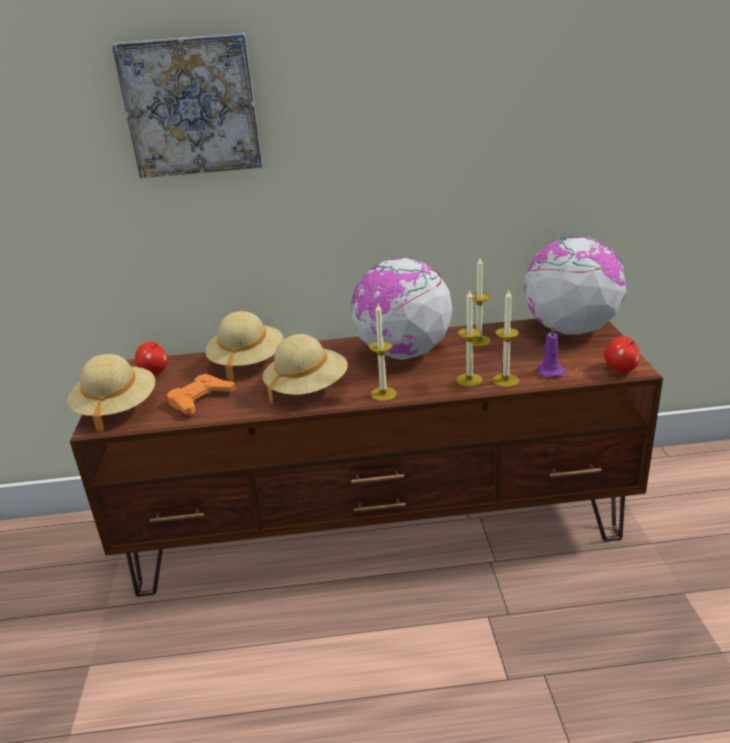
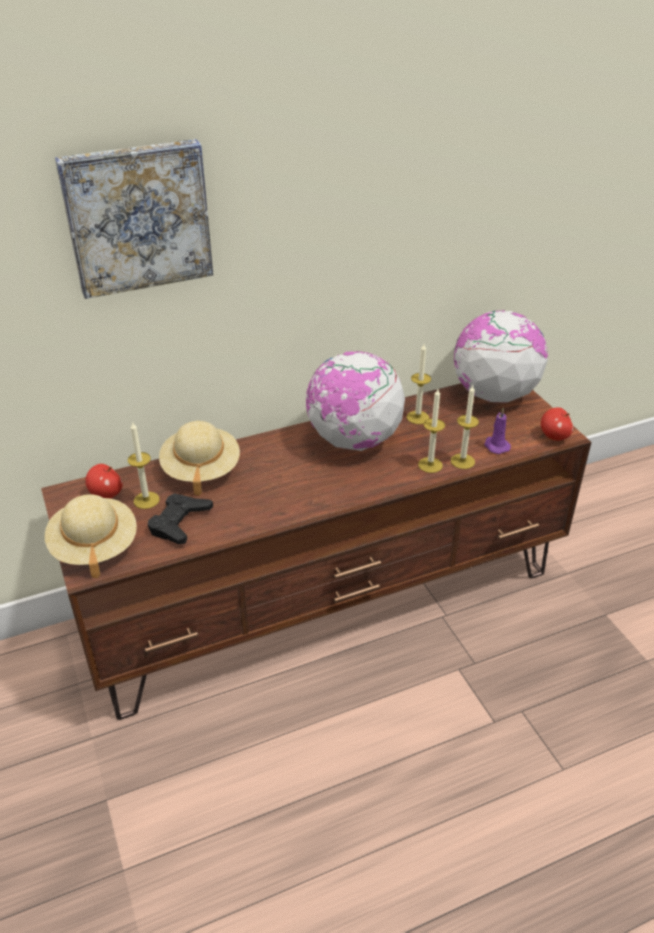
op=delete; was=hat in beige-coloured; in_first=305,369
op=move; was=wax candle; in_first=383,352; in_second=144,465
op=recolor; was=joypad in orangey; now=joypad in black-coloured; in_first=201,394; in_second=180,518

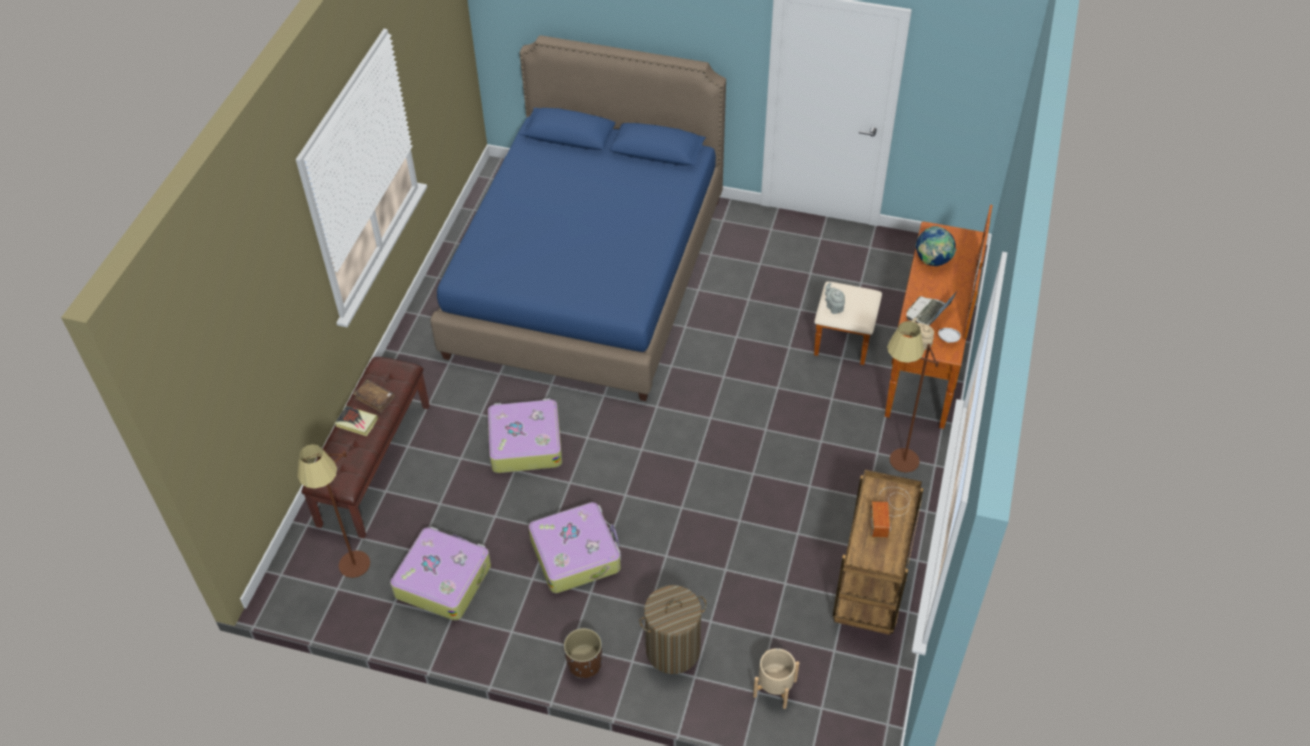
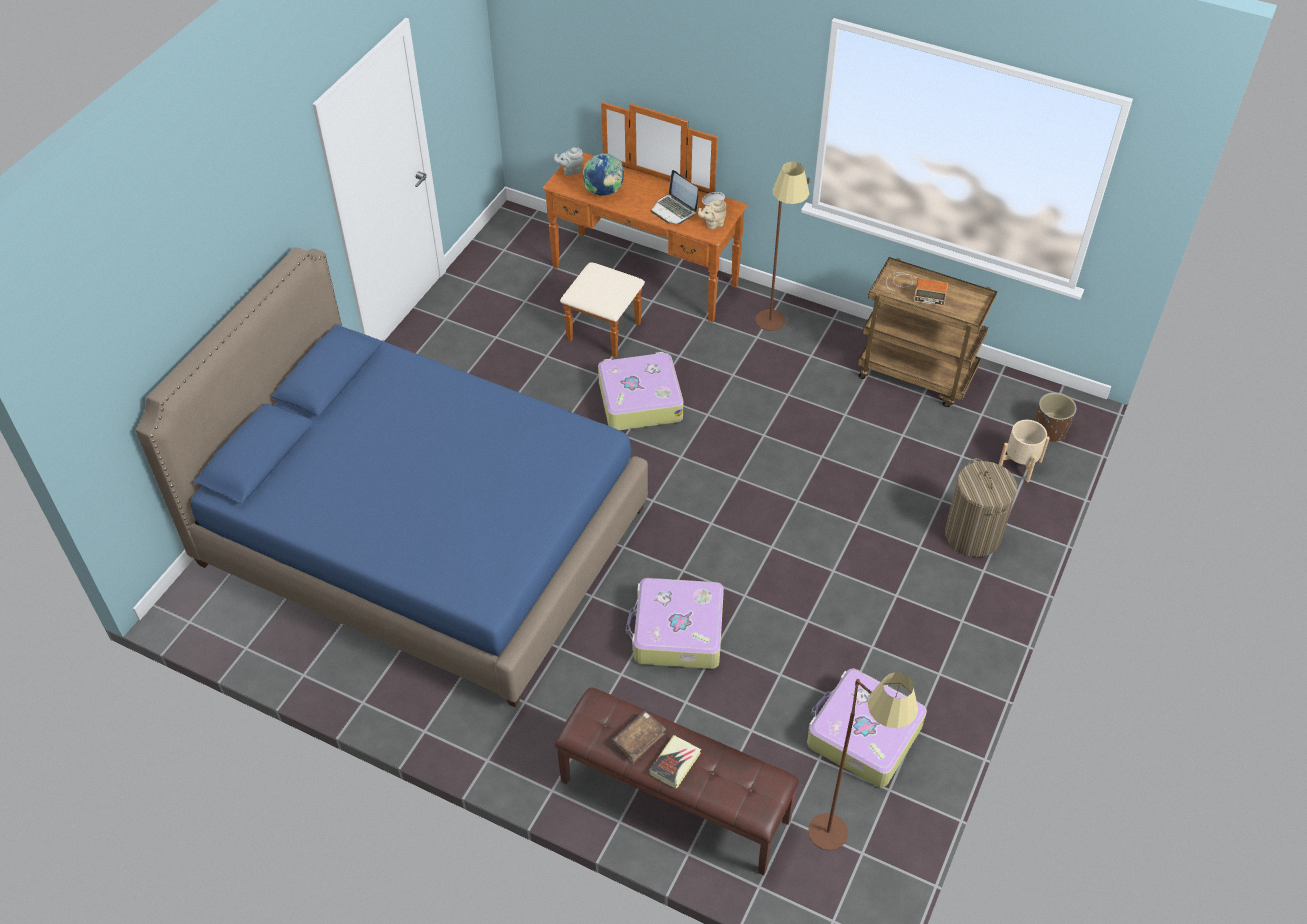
op=move; was=suitcase; in_first=575,547; in_second=640,391
op=move; was=flower pot in brown-coloured; in_first=583,653; in_second=1055,417
op=move; was=teapot in grey; in_first=835,298; in_second=569,161

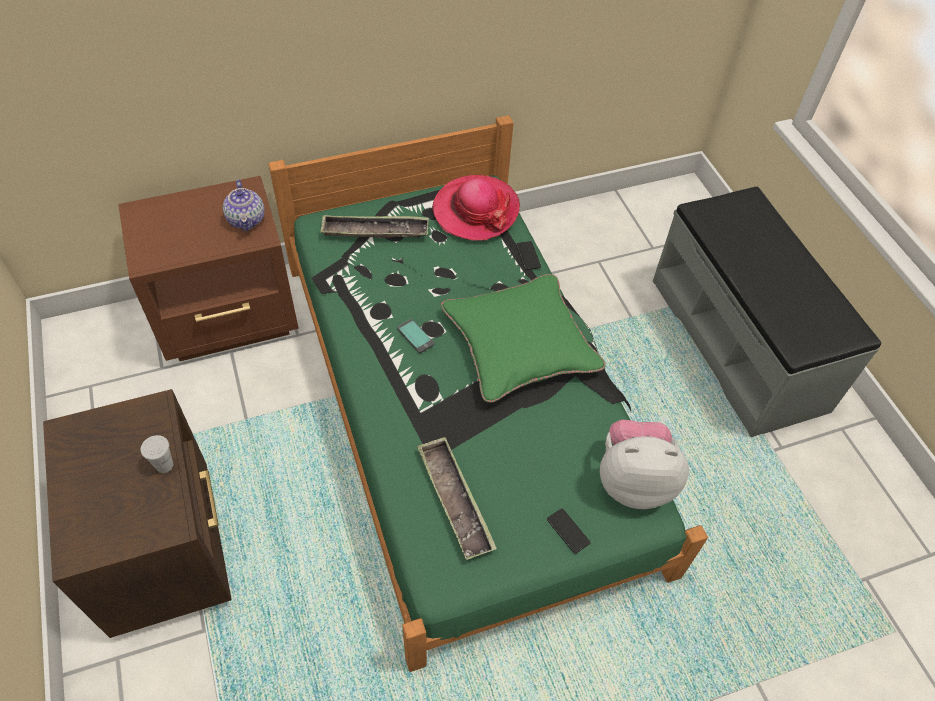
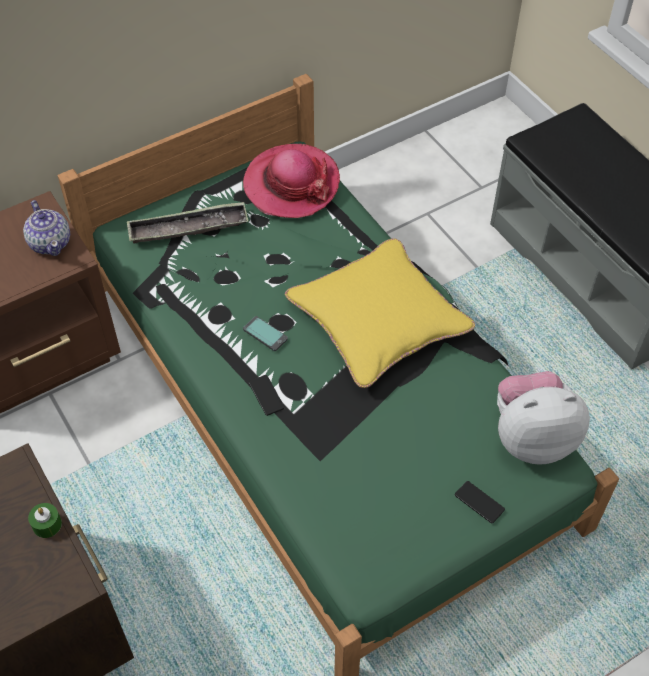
op=delete; was=tray; in_first=457,498
op=move; was=phone; in_first=528,255; in_second=267,395
op=replace; was=small cup in white; now=wax candle in green; in_first=157,454; in_second=45,520
op=recolor; was=throw pillow in green; now=throw pillow in yellowish; in_first=523,338; in_second=380,313

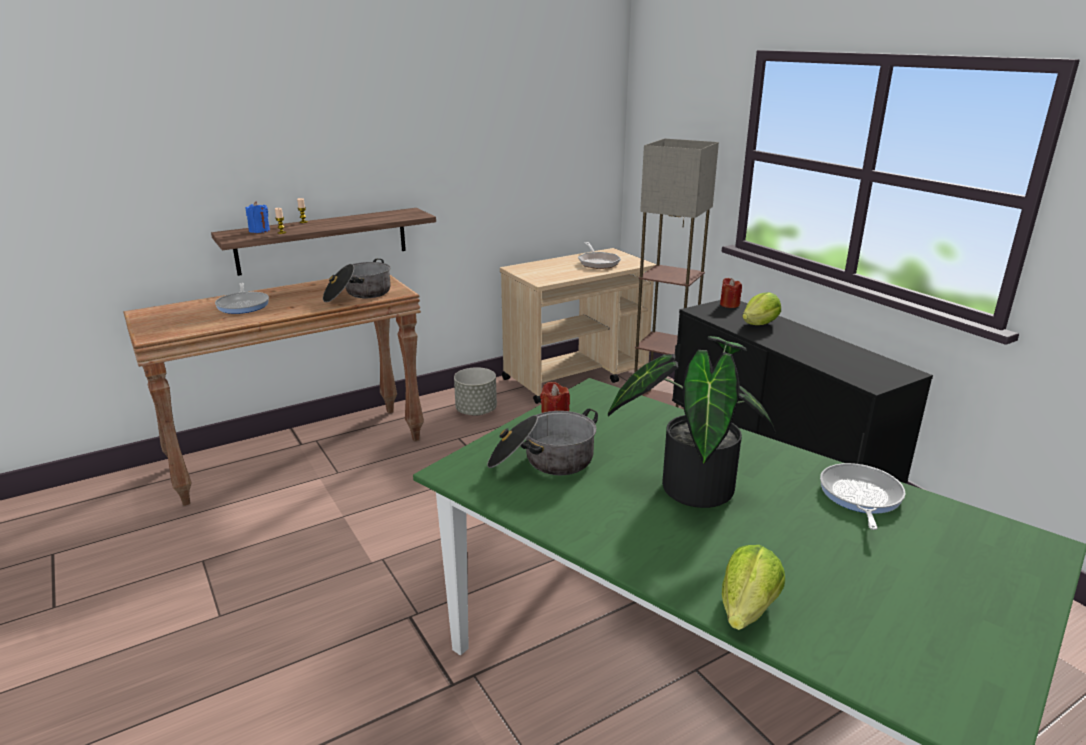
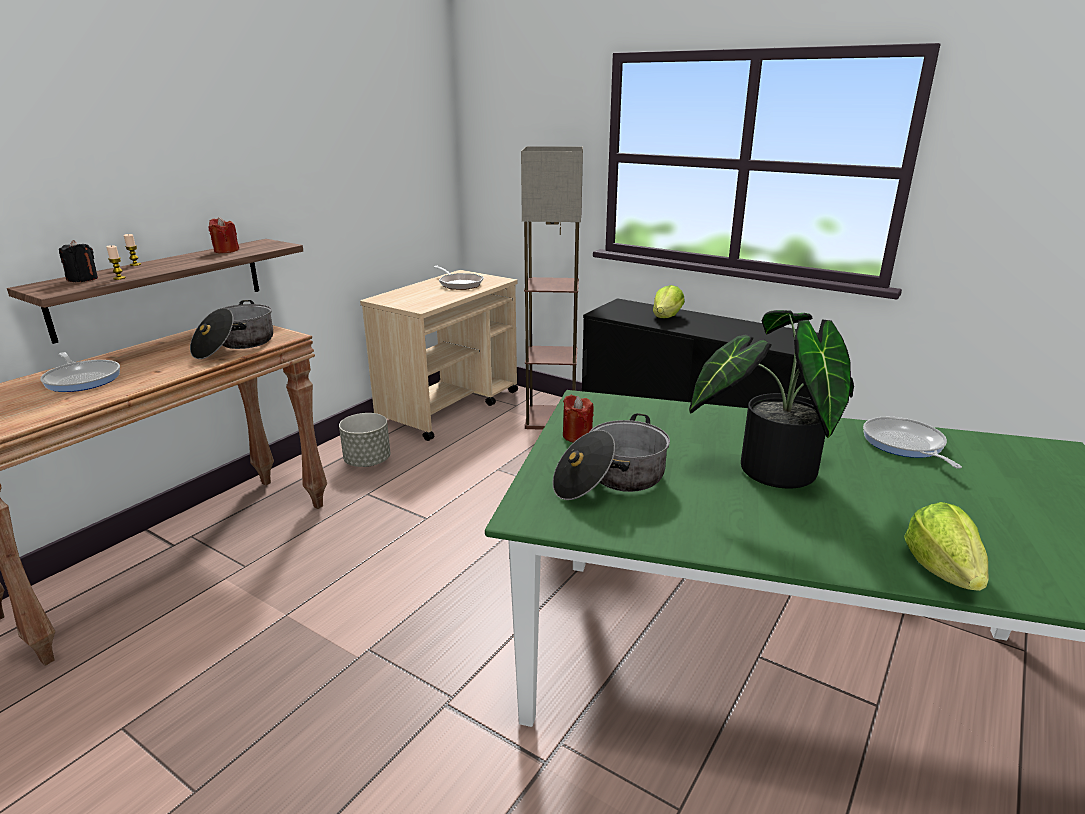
op=move; was=wax candle in reddish; in_first=731,293; in_second=223,235
op=recolor; was=wax candle in blue-coloured; now=wax candle in black-coloured; in_first=258,217; in_second=78,261

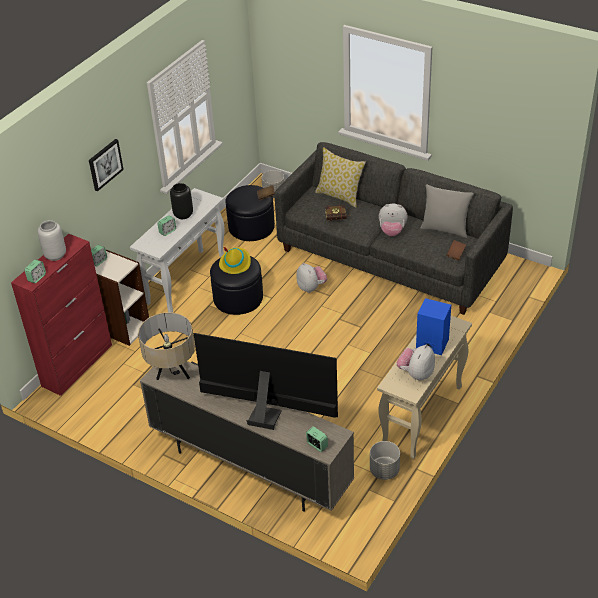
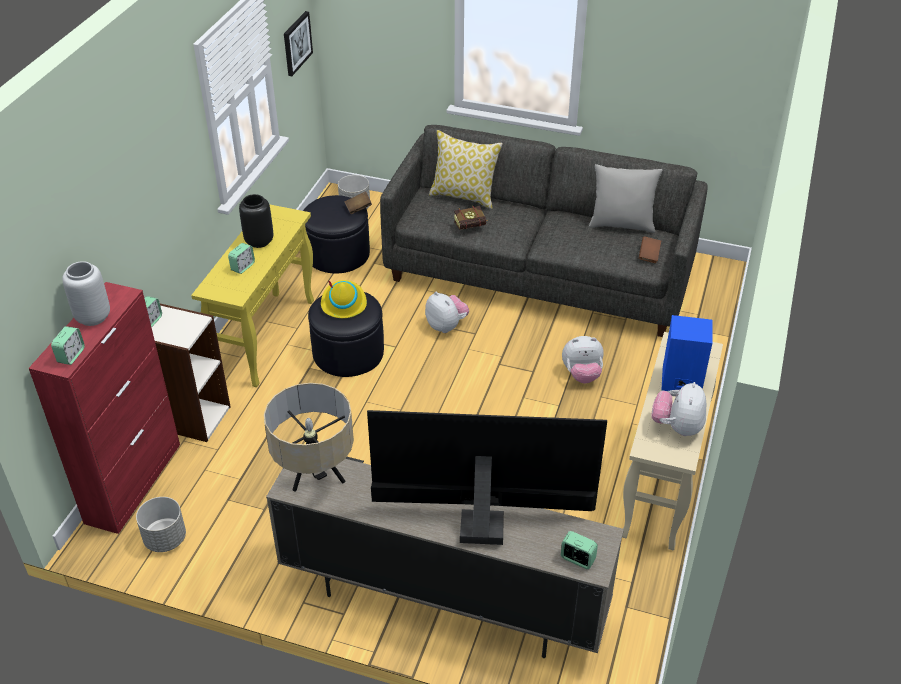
op=move; was=wall art; in_first=106,165; in_second=298,43
op=move; was=flower pot in grey; in_first=385,460; in_second=161,524
op=move; was=plush toy; in_first=393,220; in_second=583,359
op=recolor; was=hall table in white; now=hall table in yellowish; in_first=177,250; in_second=252,295

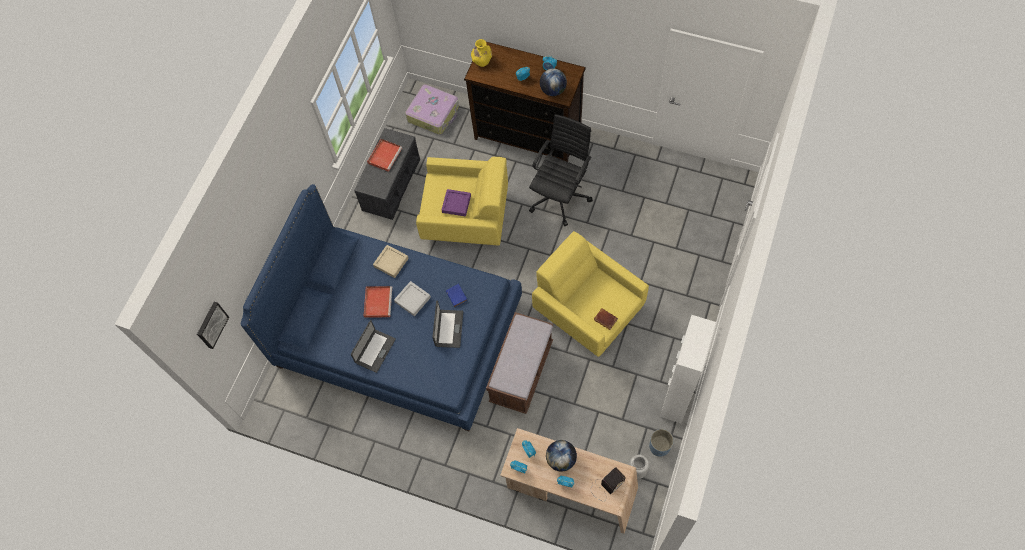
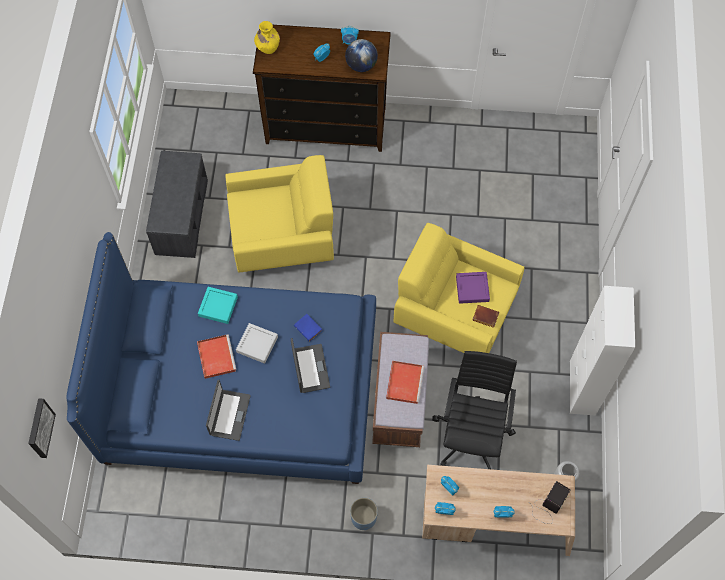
op=delete; was=suitcase; in_first=432,109
op=delete; was=globe; in_first=561,456
op=move; was=tray in reddish; in_first=384,155; in_second=405,382
op=move; was=tray in purplish; in_first=456,203; in_second=473,288
op=move; was=computer chair in black-coloured; in_first=561,170; in_second=474,410
op=move; was=flower pot in blue-coloured; in_first=661,443; in_second=364,514
op=recolor; was=tray in beige-coloured; now=tray in blue-green; in_first=391,261; in_second=218,305

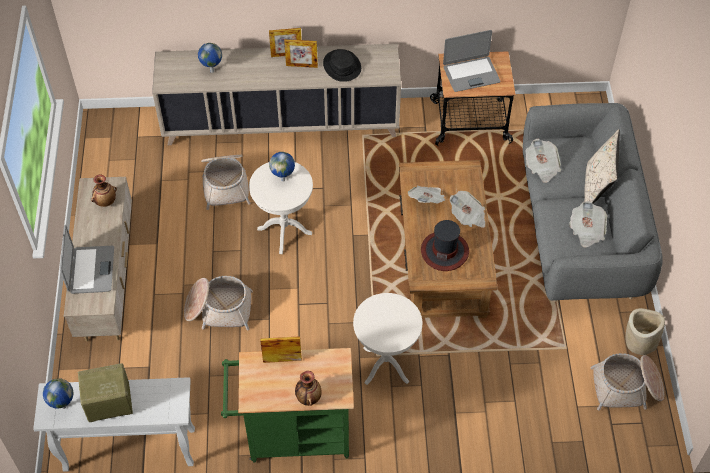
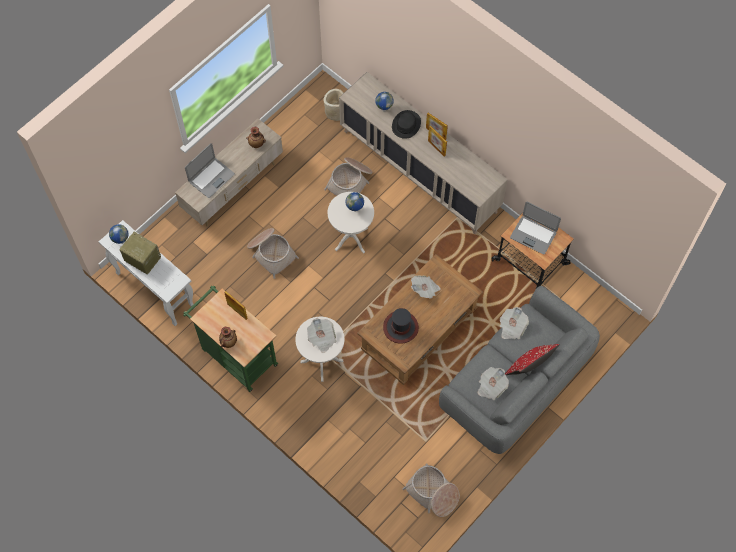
op=move; was=hat in black-coloured; in_first=342,65; in_second=406,124
op=move; was=printed paper; in_first=467,209; in_second=322,335
op=move; was=flower pot in beige-coloured; in_first=645,331; in_second=333,105
op=recolor; was=throw pillow in beige-coloured; now=throw pillow in reddish; in_first=602,166; in_second=532,359

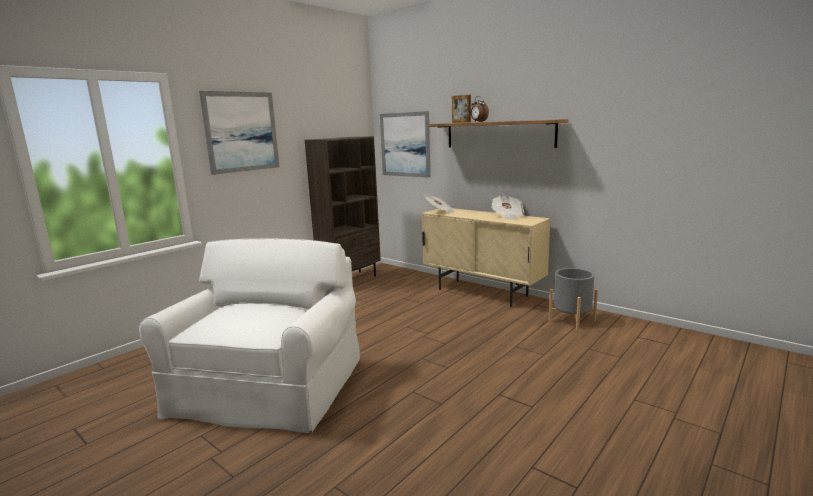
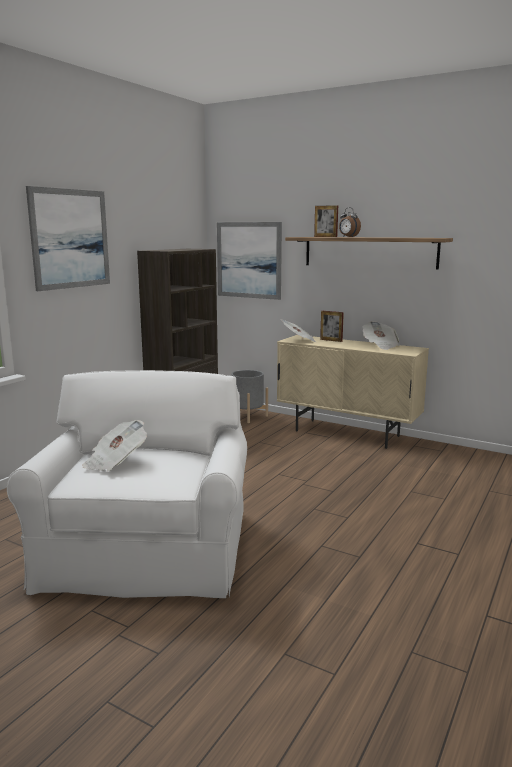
op=insert; now=printed paper; in_second=114,445
op=insert; now=standing frame; in_second=332,326
op=move; was=flower pot in grey; in_first=573,299; in_second=249,396

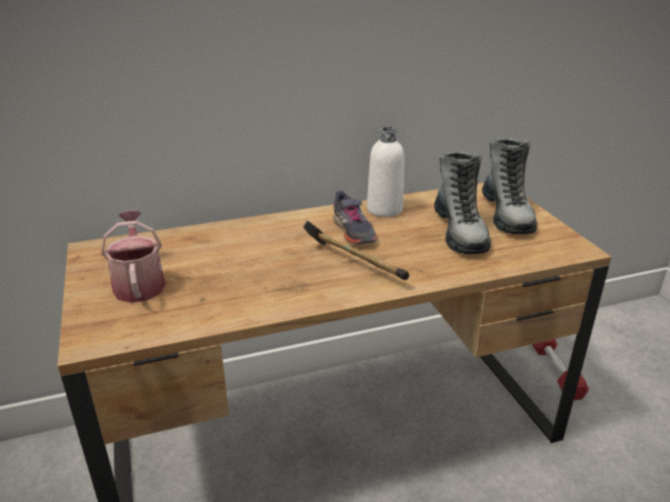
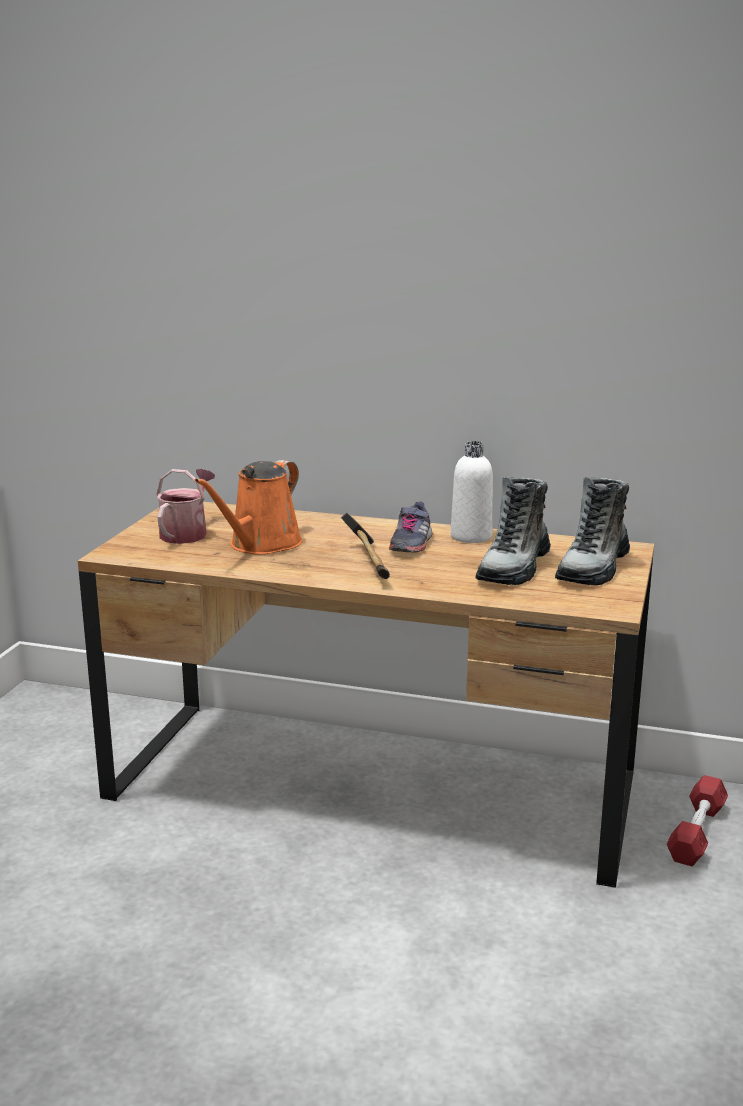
op=insert; now=watering pot in orangey; in_second=248,507

